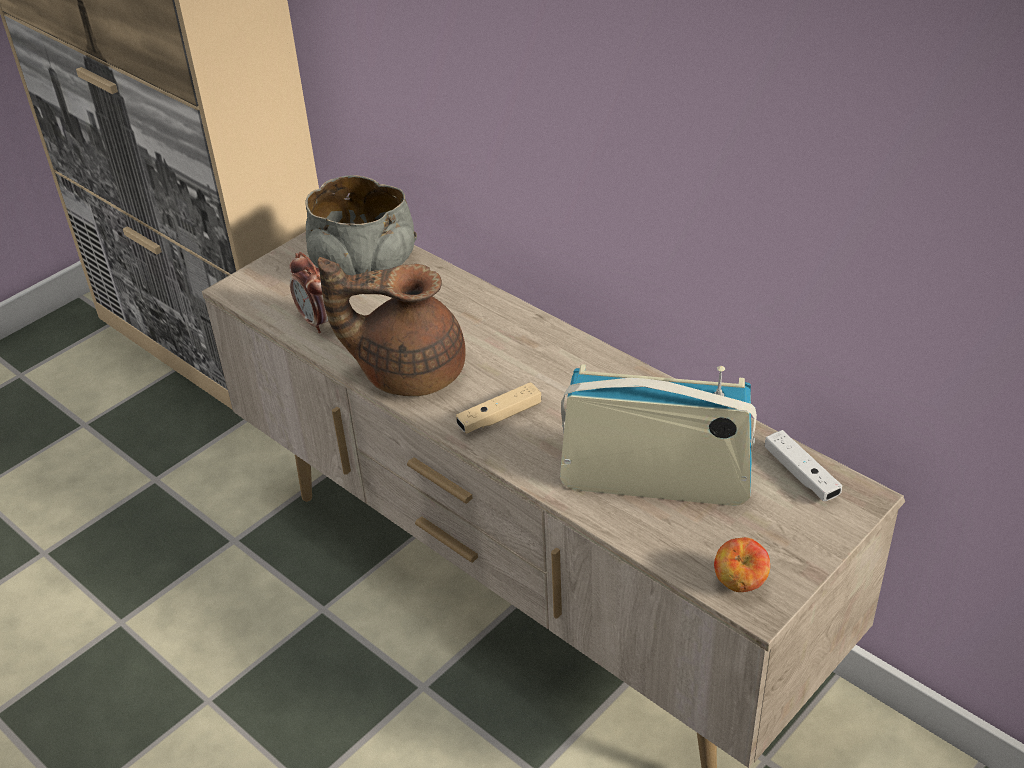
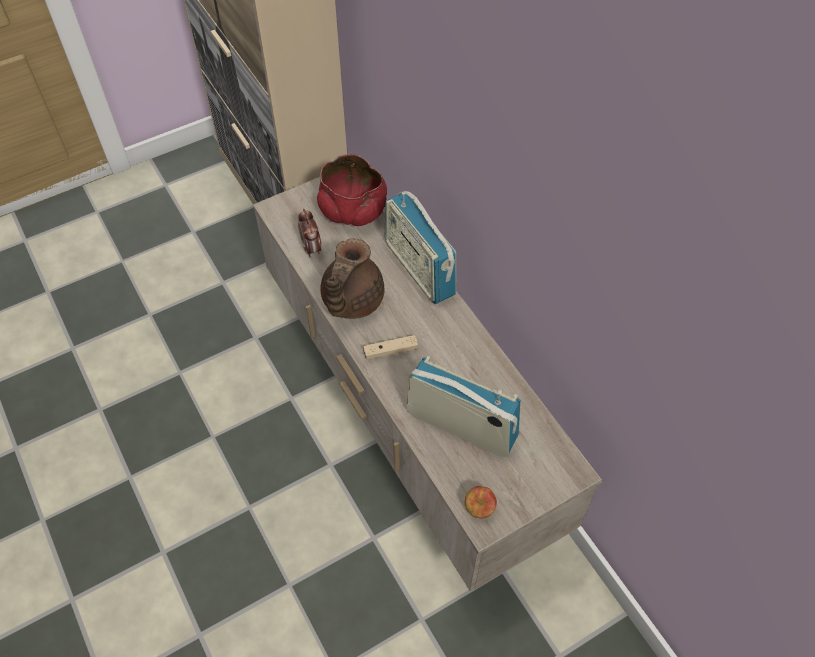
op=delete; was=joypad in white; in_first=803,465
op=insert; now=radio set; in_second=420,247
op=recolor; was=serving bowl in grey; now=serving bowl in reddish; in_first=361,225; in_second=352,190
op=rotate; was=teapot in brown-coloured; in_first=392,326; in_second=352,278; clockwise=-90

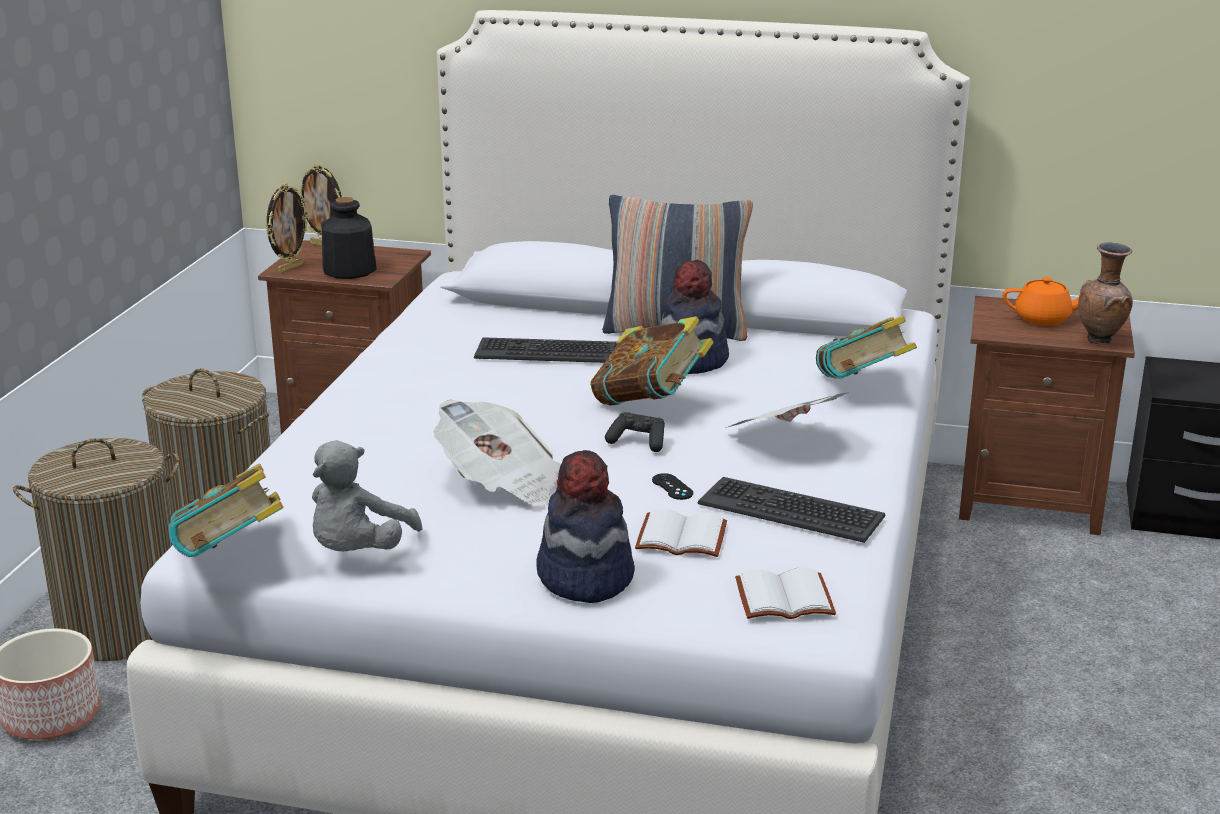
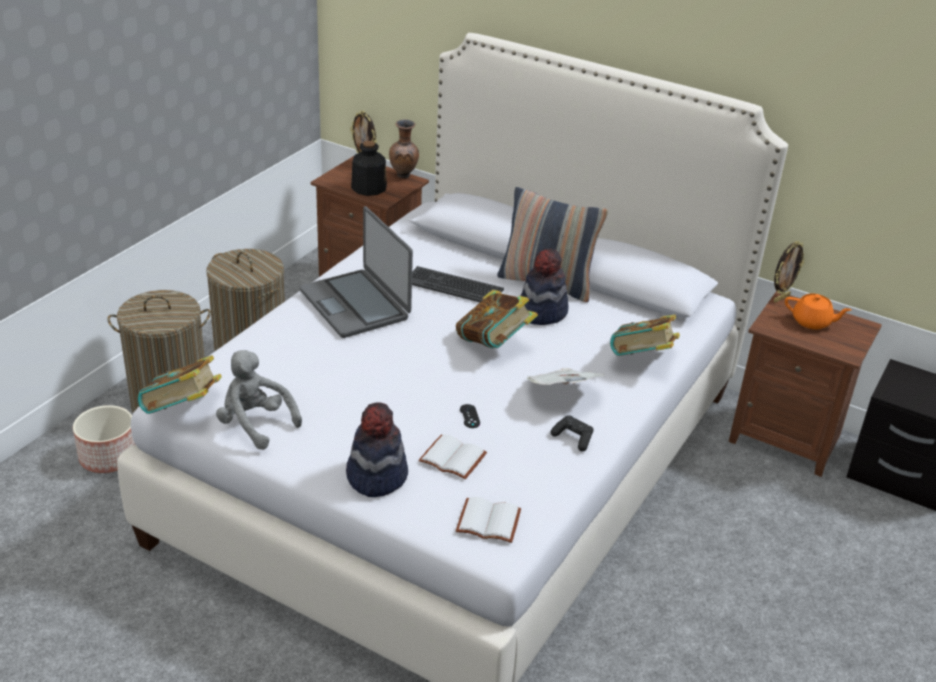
op=delete; was=printed paper; in_first=497,453
op=delete; was=PC keyboard; in_first=791,510
op=insert; now=laptop; in_second=356,272
op=move; was=standing frame; in_first=287,228; in_second=789,272
op=move; was=joypad in black-coloured; in_first=635,432; in_second=572,433
op=move; was=vase in brown-coloured; in_first=1105,293; in_second=404,149
op=rotate; was=plush toy in grey; in_first=367,496; in_second=259,400; clockwise=90

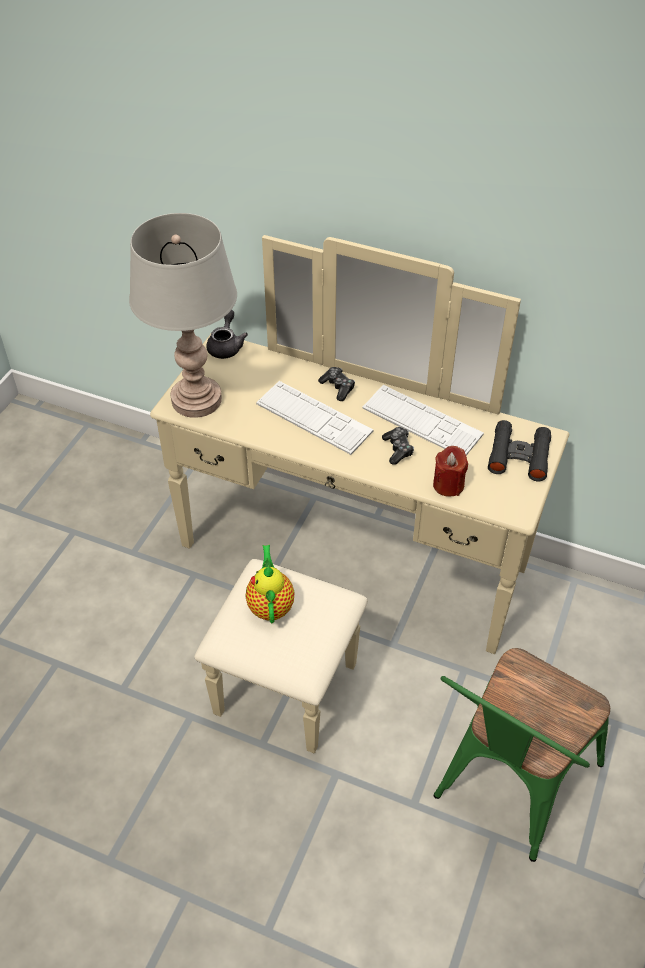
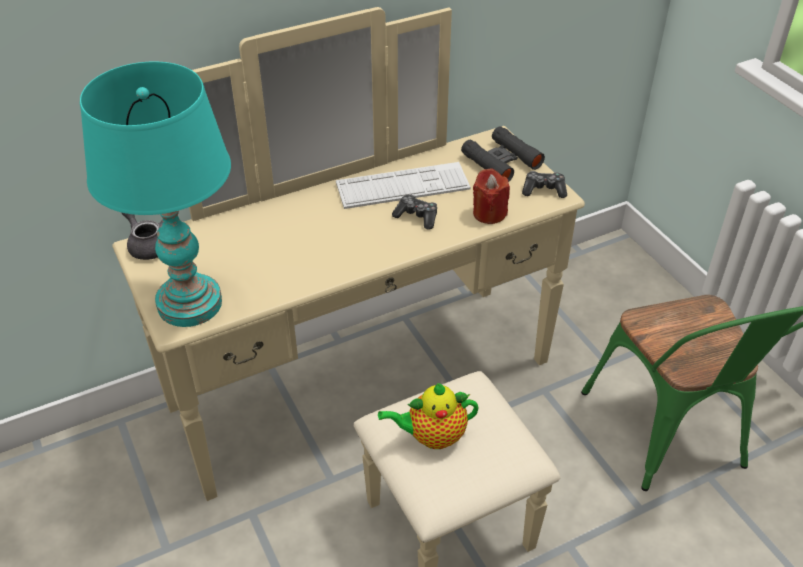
op=delete; was=PC keyboard; in_first=314,418
op=move; was=joypad; in_first=336,384; in_second=544,184
op=recolor; was=table lamp in grey; now=table lamp in blue-green; in_first=183,315; in_second=155,194
op=rotate; was=teapot; in_first=270,584; in_second=428,416; clockwise=-45

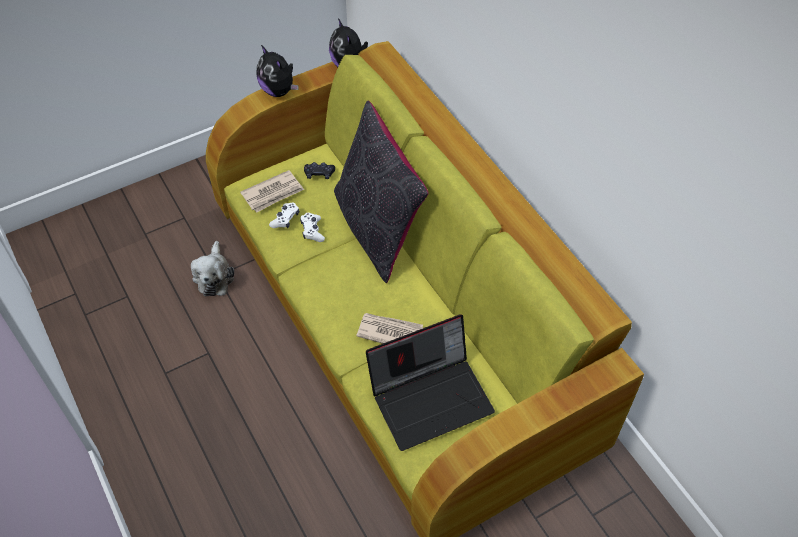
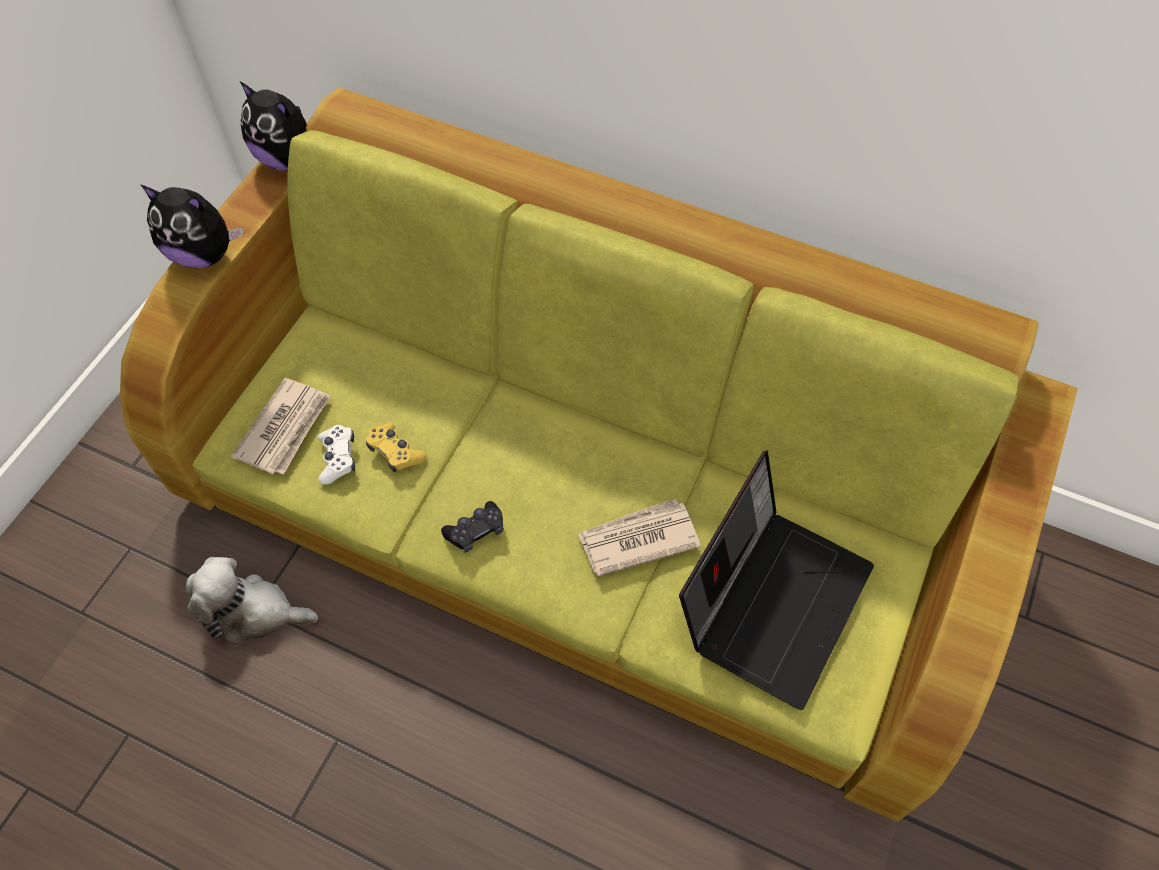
op=delete; was=throw pillow in black-coloured; in_first=381,192
op=move; was=joypad in black-coloured; in_first=319,170; in_second=472,527
op=recolor; was=joypad in white; now=joypad in yellowish; in_first=312,227; in_second=396,447
op=rotate; was=plush toy; in_first=212,268; in_second=251,601; clockwise=135

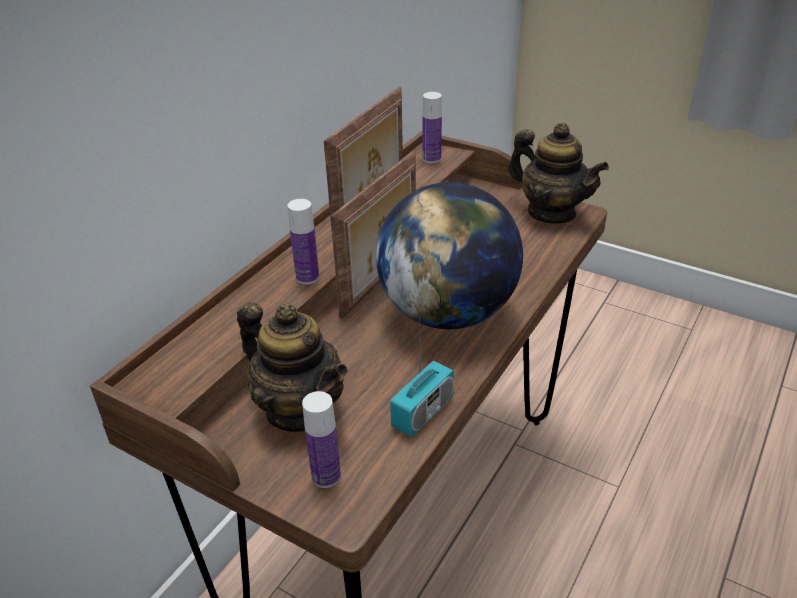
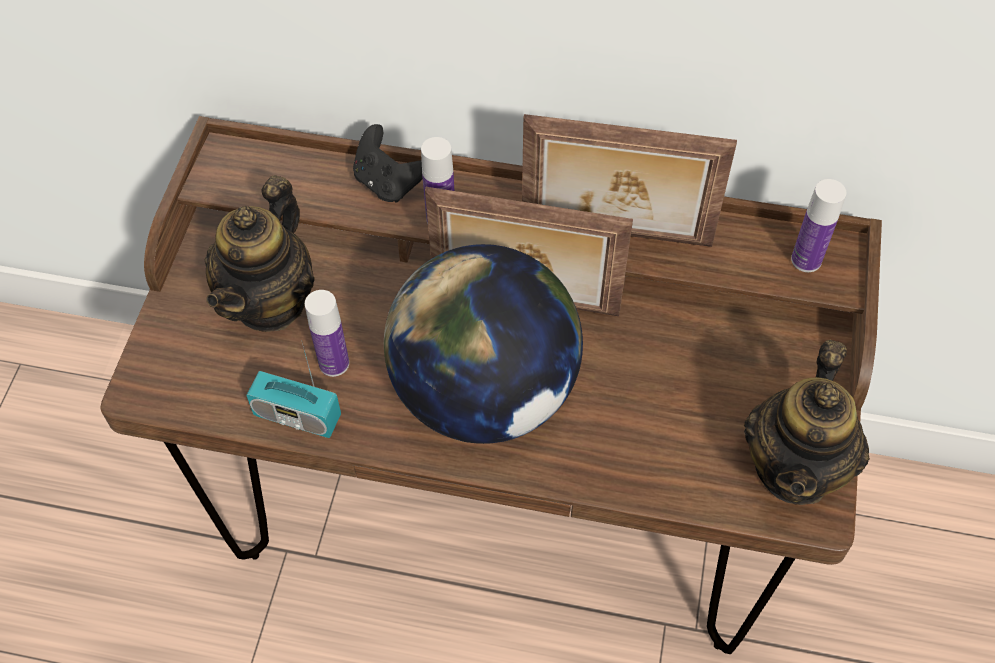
op=insert; now=joypad in black-coloured; in_second=388,163
op=move; was=bottle; in_first=321,439; in_second=327,333

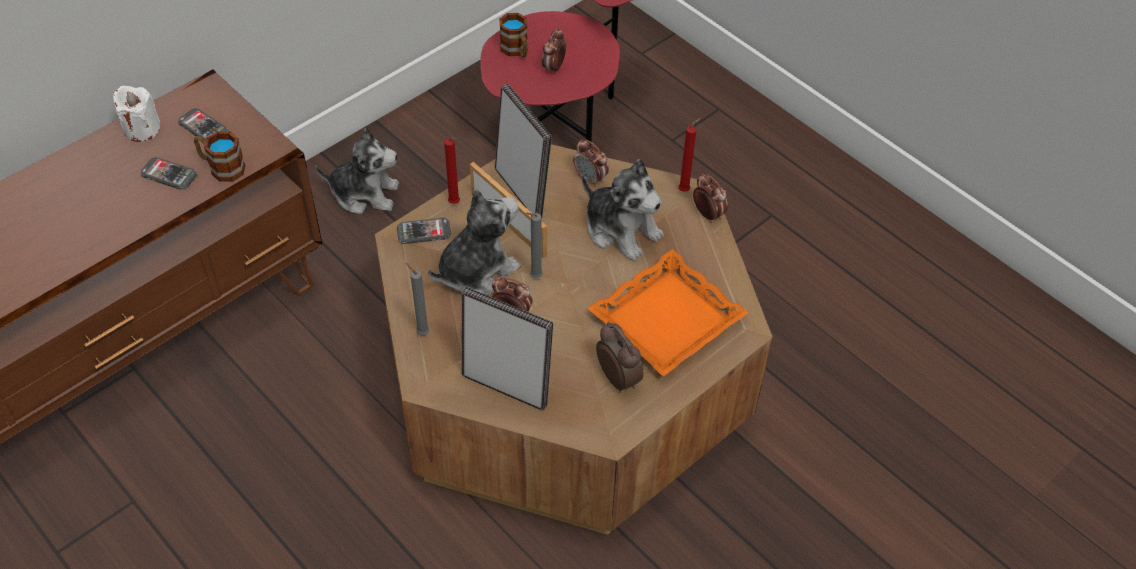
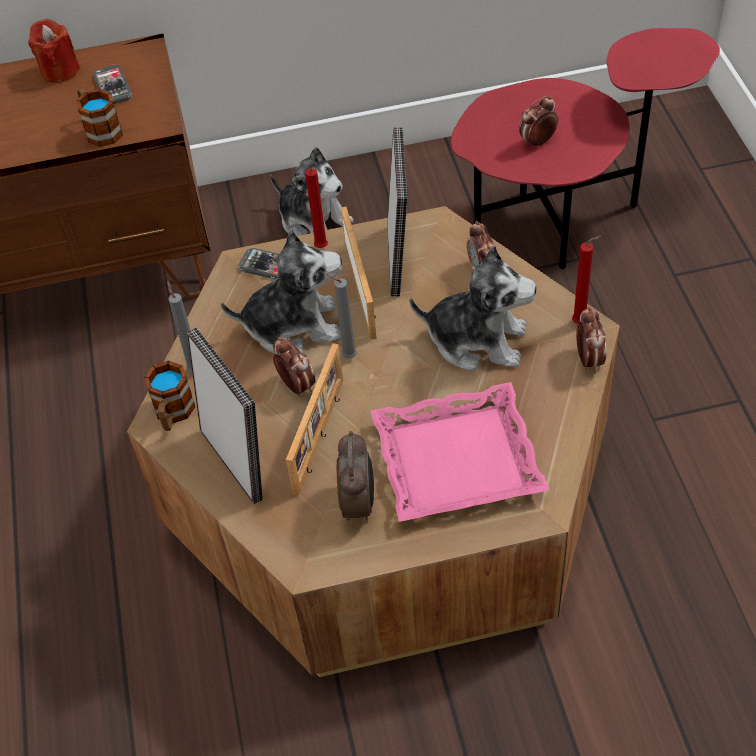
op=delete; was=phone; in_first=168,173
op=insert; now=standing frame; in_second=314,419
op=move; was=coffee mug; in_first=513,35; in_second=170,396
op=recolor; was=wax candle in white; now=wax candle in reddish; in_first=136,114; in_second=54,51
op=recolor; was=tray in orangey; now=tray in pinkish; in_first=668,312; in_second=460,452
op=rotate; was=plush toy; in_first=623,210; in_second=473,308; clockwise=-60

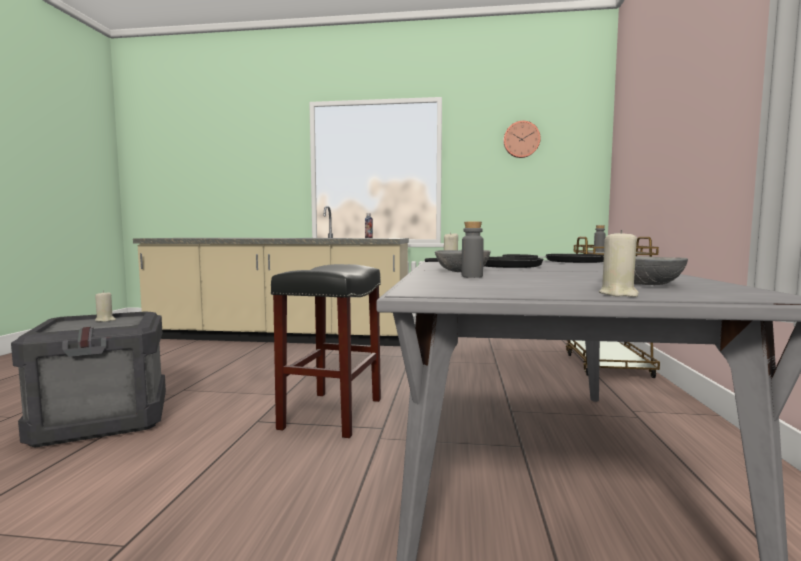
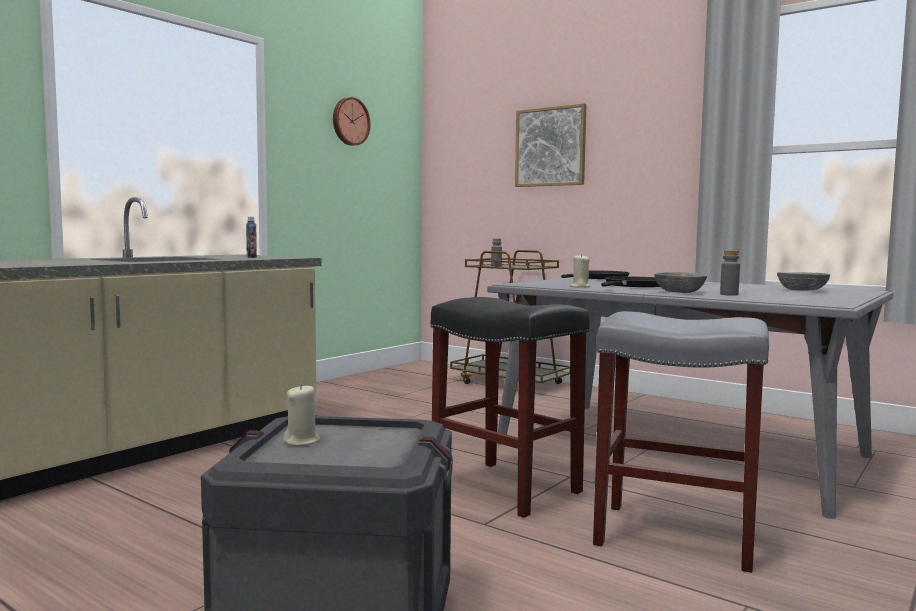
op=delete; was=wax candle in beige-coloured; in_first=619,263
op=insert; now=wall art; in_second=550,145
op=insert; now=sitting stool in grey; in_second=681,442

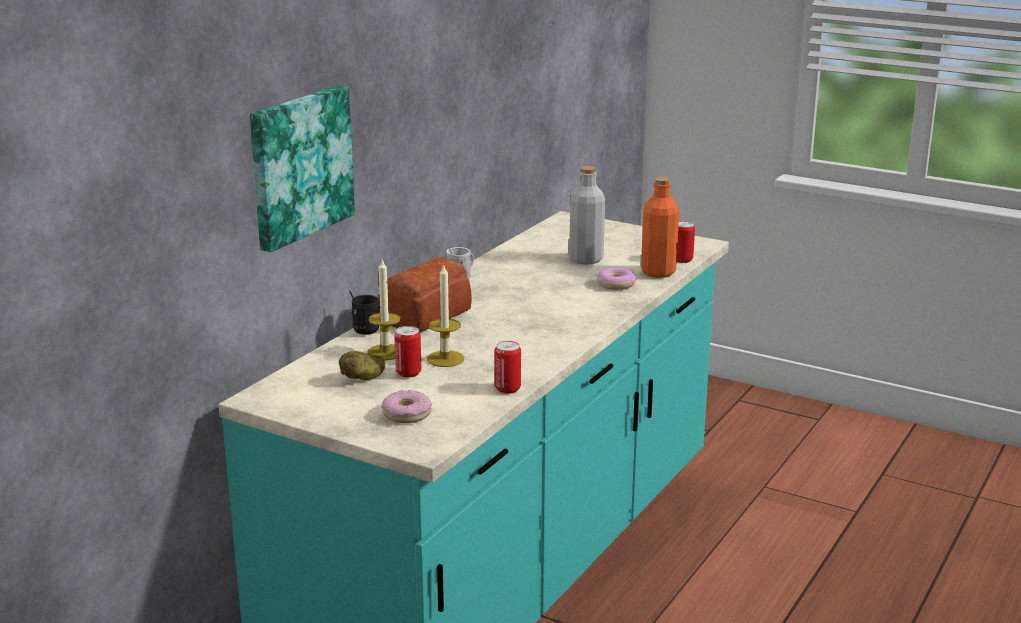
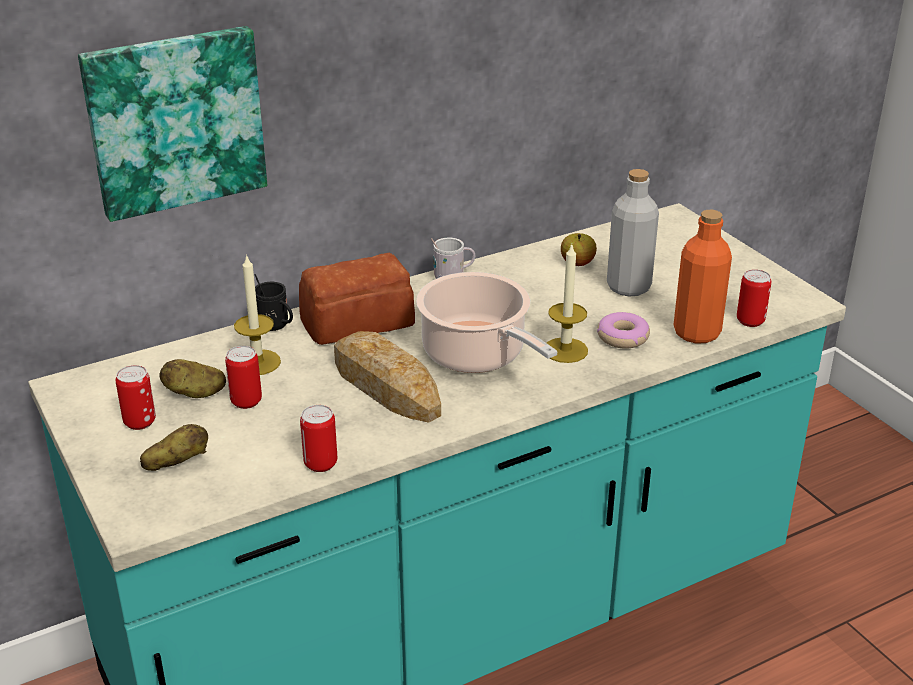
op=insert; now=metal can; in_second=136,397
op=insert; now=bakery bread; in_second=387,377
op=insert; now=cooking pot; in_second=486,322
op=insert; now=apple fruit; in_second=579,249
op=move; was=wax candle; in_first=445,315; in_second=567,303
op=replace; was=ring doughnut; now=whole potato; in_first=407,406; in_second=174,447

